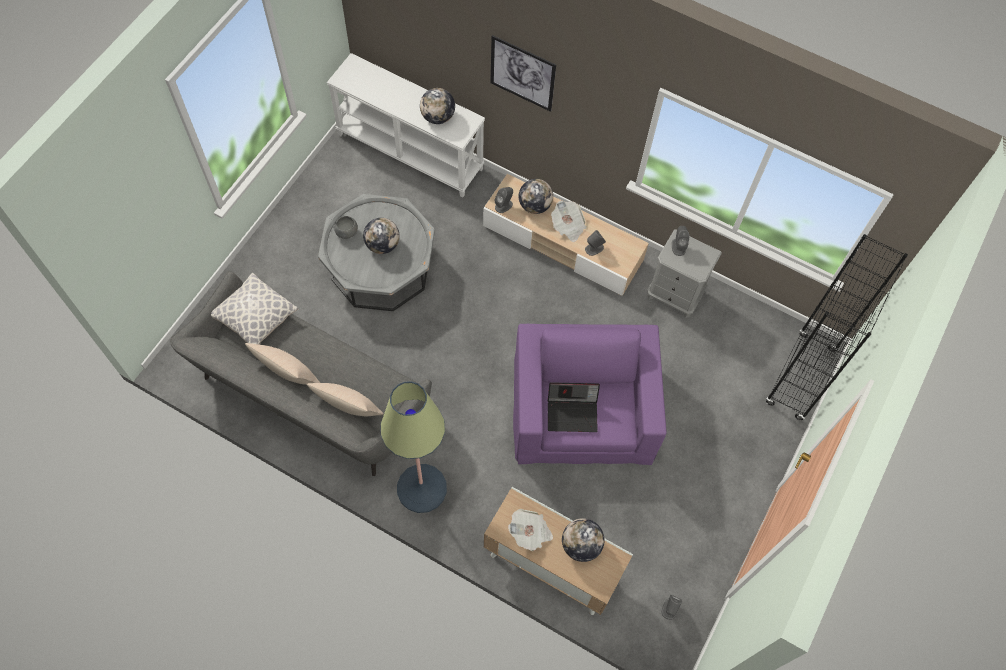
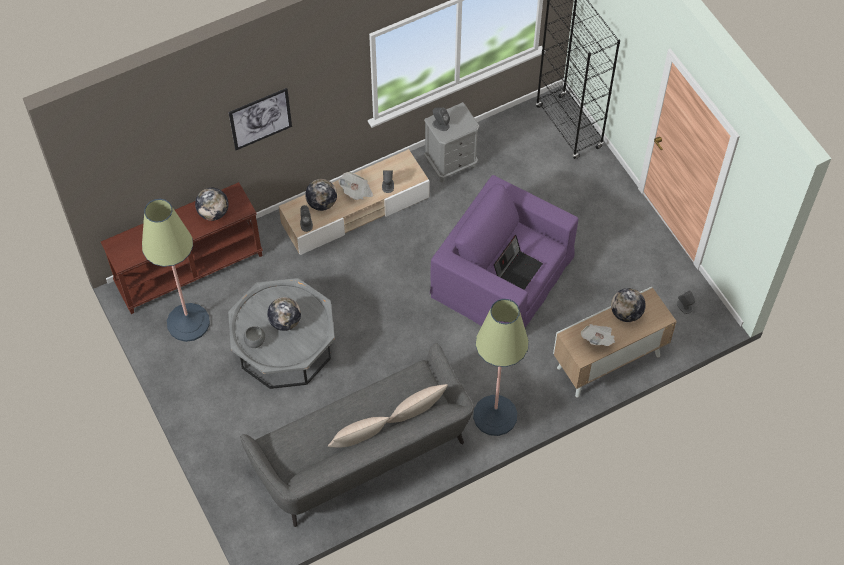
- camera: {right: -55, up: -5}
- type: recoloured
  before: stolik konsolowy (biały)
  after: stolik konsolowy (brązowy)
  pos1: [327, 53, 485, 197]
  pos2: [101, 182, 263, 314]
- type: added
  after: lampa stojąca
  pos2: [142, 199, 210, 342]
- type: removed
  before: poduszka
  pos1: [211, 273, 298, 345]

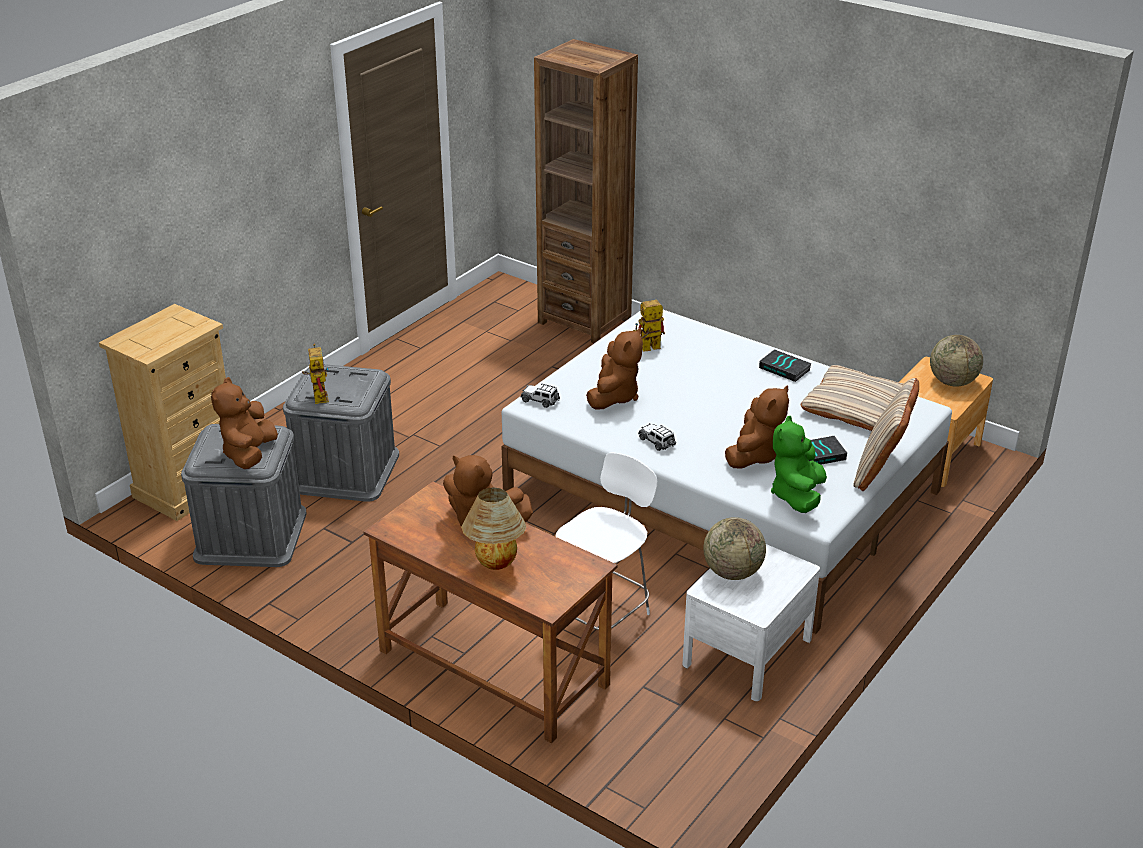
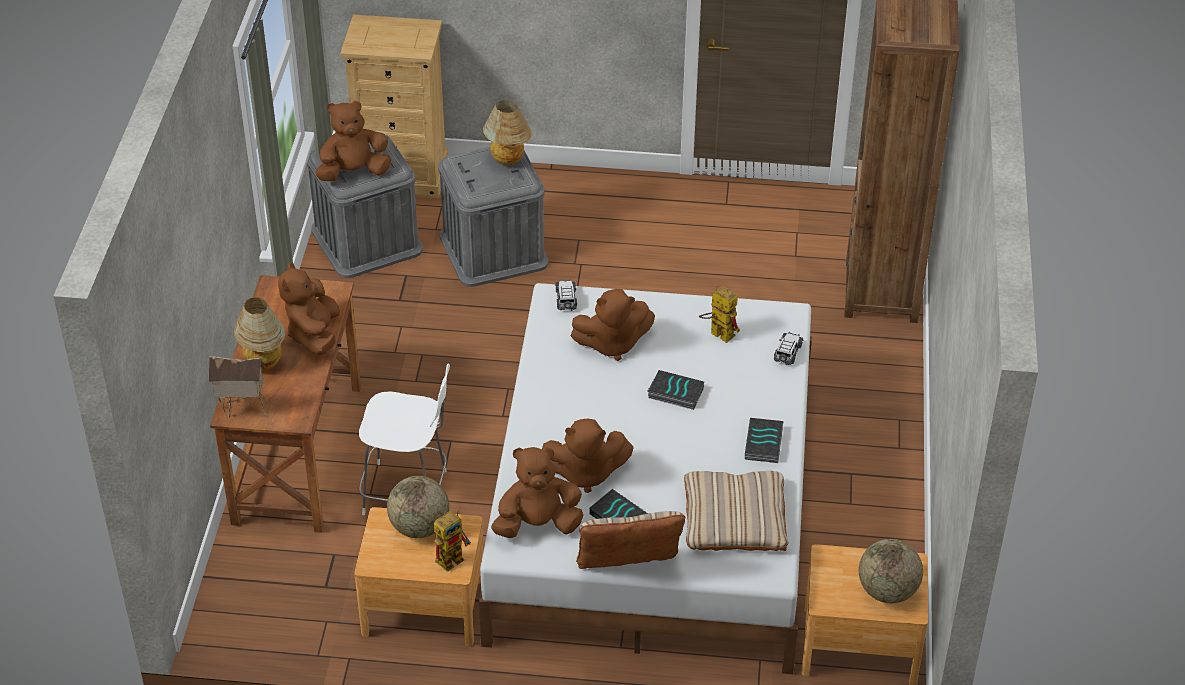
- camera: {right: 60, up: 10}
- type: added
  after: domek
  pos2: [208, 356, 267, 418]
- type: recoloured
  before: szafka nocna (biały)
  after: szafka nocna (brązowy)
  pos1: [682, 544, 820, 701]
  pos2: [354, 507, 484, 646]
- type: moved
  before: robot zabawkowy
  pos1: [302, 344, 329, 404]
  pos2: [434, 510, 471, 572]
- type: added
  after: lampa stołowa
  pos2: [483, 100, 532, 165]
- type: recoloured
  before: pluszak (zielony)
  after: pluszak (brązowy)
  pos1: [771, 416, 827, 513]
  pos2: [491, 447, 584, 538]
- type: added
  after: książka
  pos2: [648, 370, 704, 410]
- type: moved
  before: samochodzik
  pos1: [638, 423, 676, 451]
  pos2: [774, 332, 803, 365]

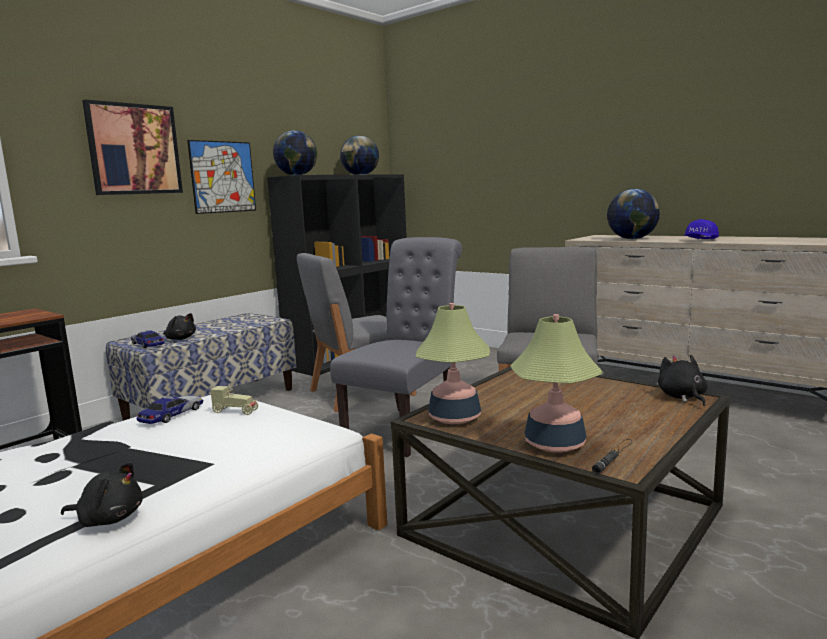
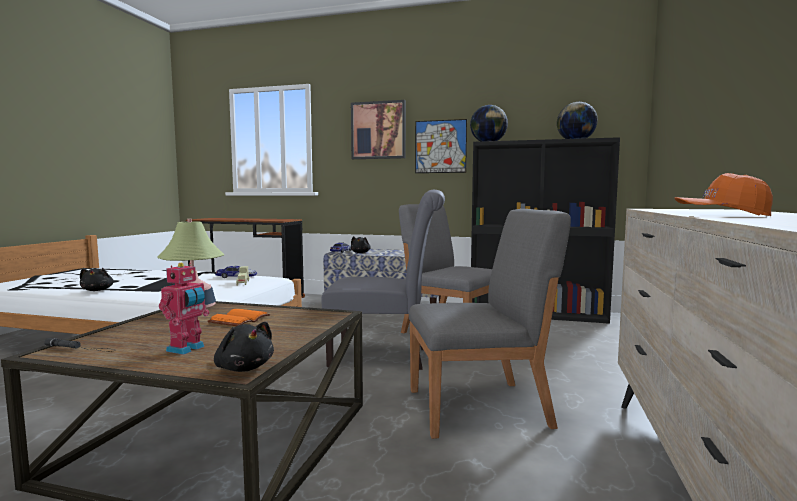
- camera: {right: 65, up: -5}
- type: added
  after: robot zabawkowy
  pos2: [159, 263, 209, 355]
- type: added
  after: książka (pomarańczowy)
  pos2: [207, 309, 270, 326]
- type: turned
  before: pluszak (czarny)
  pos1: [658, 355, 708, 406]
  pos2: [214, 322, 274, 372]
  turn: 75
- type: recoloured
  before: czapka z daszkiem (niebieski)
  after: czapka z daszkiem (pomarańczowy)
  pos1: [683, 219, 719, 239]
  pos2: [674, 173, 773, 217]
- type: removed
  before: lampa stołowa
  pos1: [510, 314, 604, 453]
- type: removed
  before: globus
  pos1: [607, 189, 660, 239]

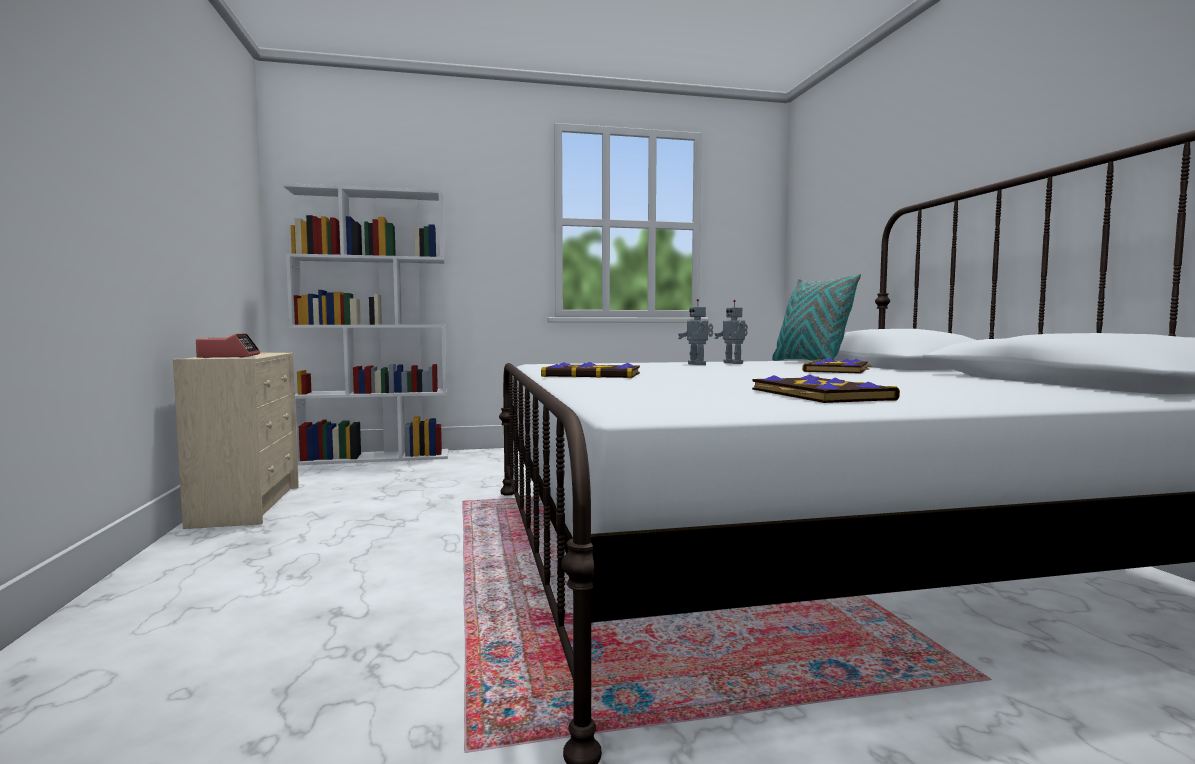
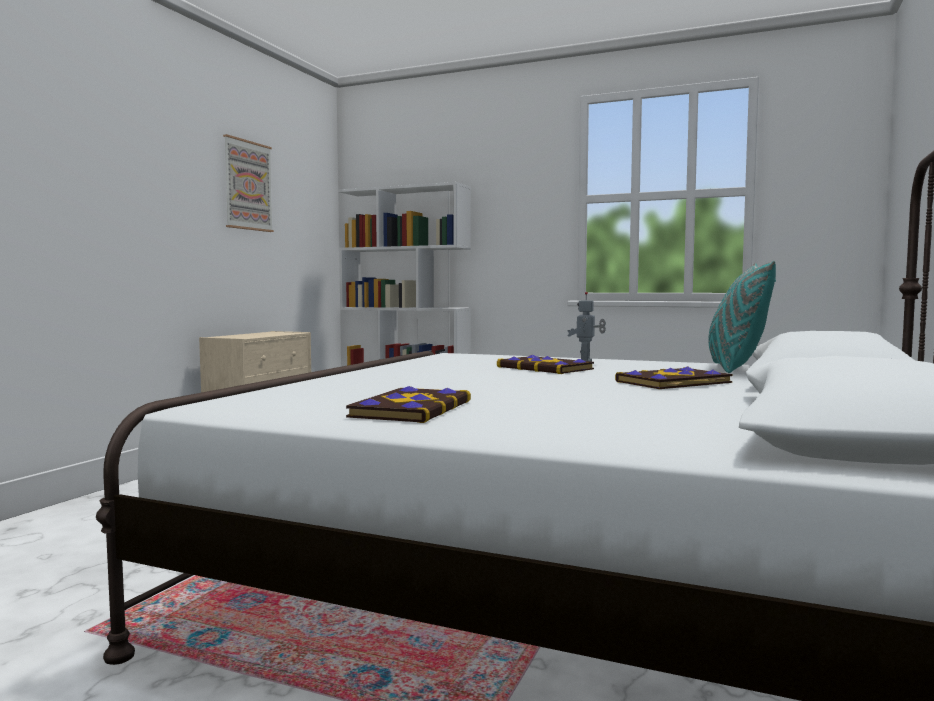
- camera: {right: 35, up: 0}
- type: added
  after: obraz
  pos2: [223, 134, 274, 232]
- type: moved
  before: książka
  pos1: [541, 362, 640, 378]
  pos2: [497, 355, 594, 374]
- type: removed
  before: budzik
  pos1: [196, 333, 260, 358]
- type: removed
  before: robot zabawkowy
  pos1: [714, 300, 748, 364]

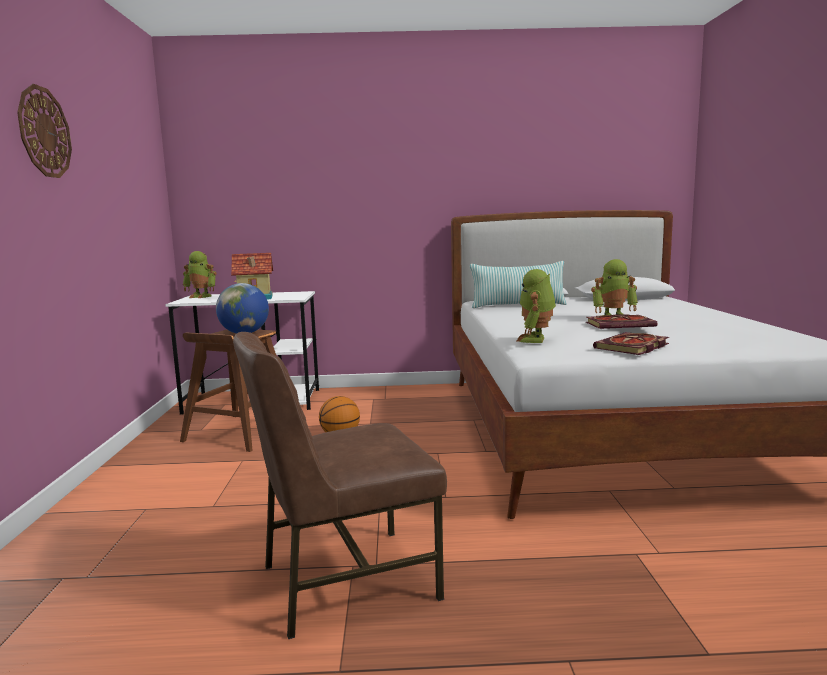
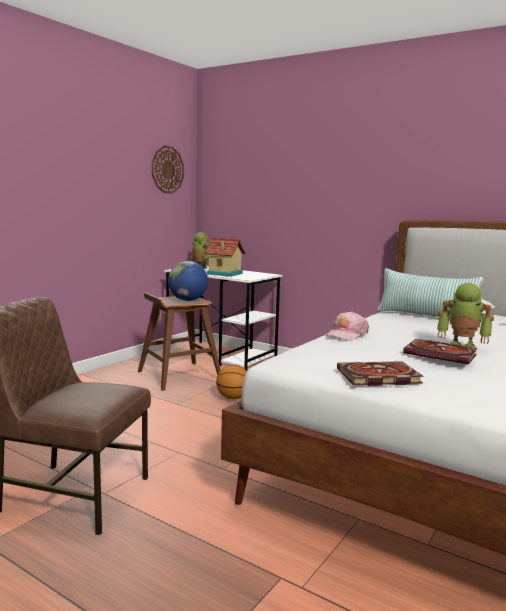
- camera: {right: 35, up: 0}
- type: moved
  before: zegar ścienny
  pos1: [17, 84, 72, 178]
  pos2: [152, 146, 184, 194]
- type: added
  after: czapka z daszkiem (różowy)
  pos2: [325, 311, 369, 340]
- type: removed
  before: robot zabawkowy
  pos1: [517, 269, 556, 343]

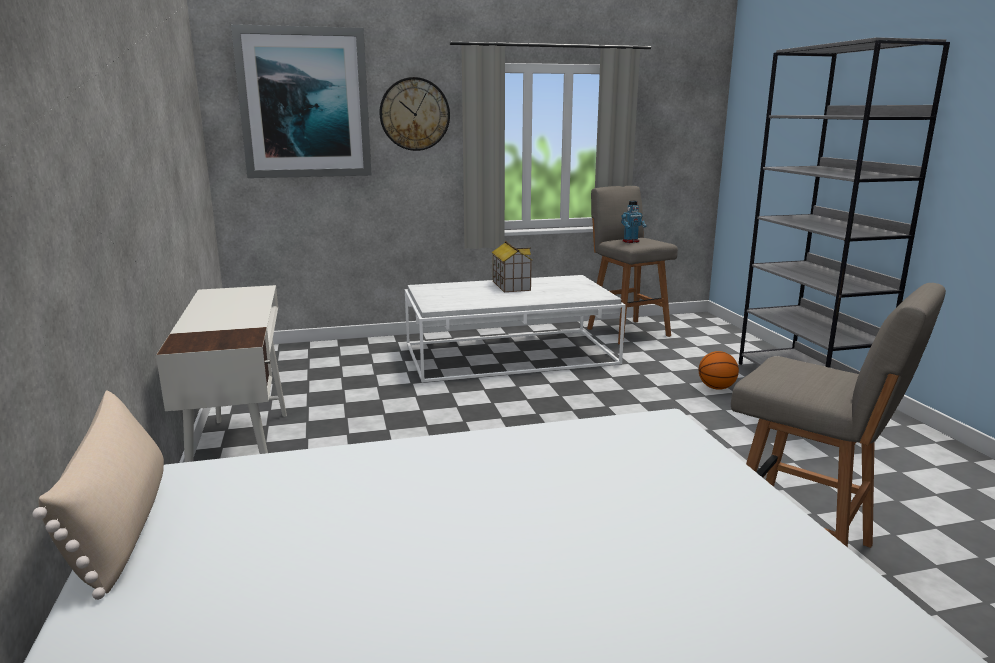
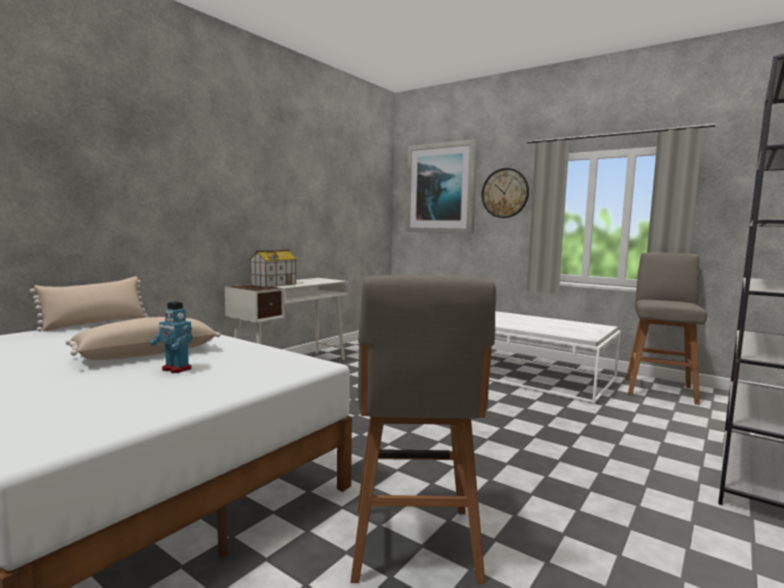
- camera: {right: 50, up: -10}
- type: added
  after: poduszka (beżowy)
  pos2: [66, 317, 220, 360]
- type: moved
  before: robot zabawkowy
  pos1: [621, 201, 647, 243]
  pos2: [150, 301, 192, 373]
- type: moved
  before: domek
  pos1: [492, 241, 533, 292]
  pos2: [249, 250, 297, 288]
- type: removed
  before: piłka do koszykówki
  pos1: [699, 351, 739, 390]

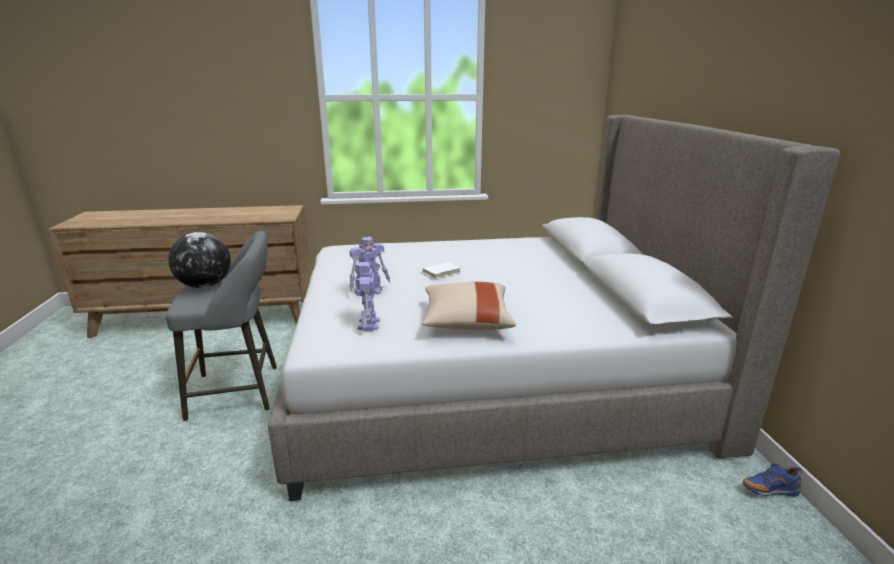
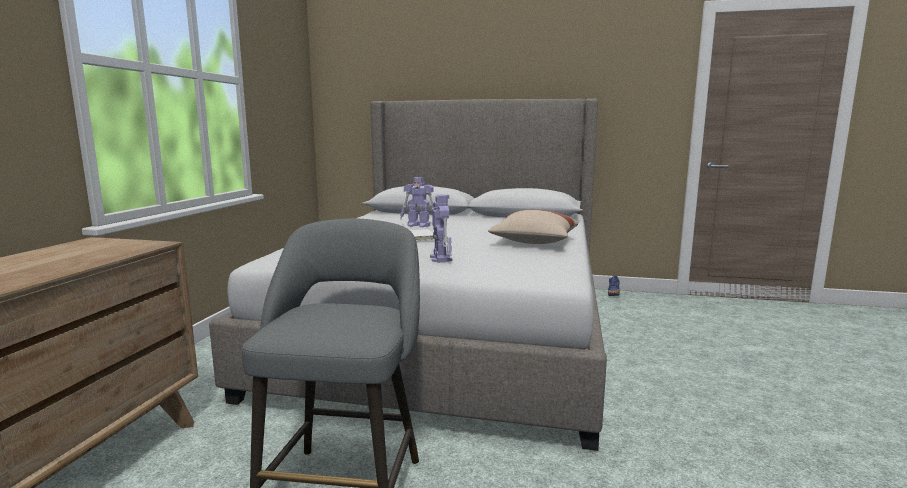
- camera: {right: -70, up: -10}
- type: moved
  before: robot zabawkowy
  pos1: [356, 262, 380, 332]
  pos2: [400, 177, 434, 227]
- type: removed
  before: globus
  pos1: [168, 232, 231, 288]

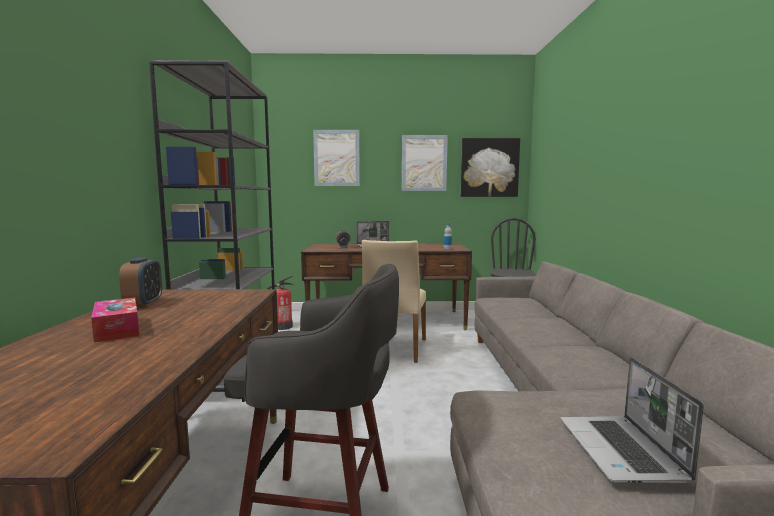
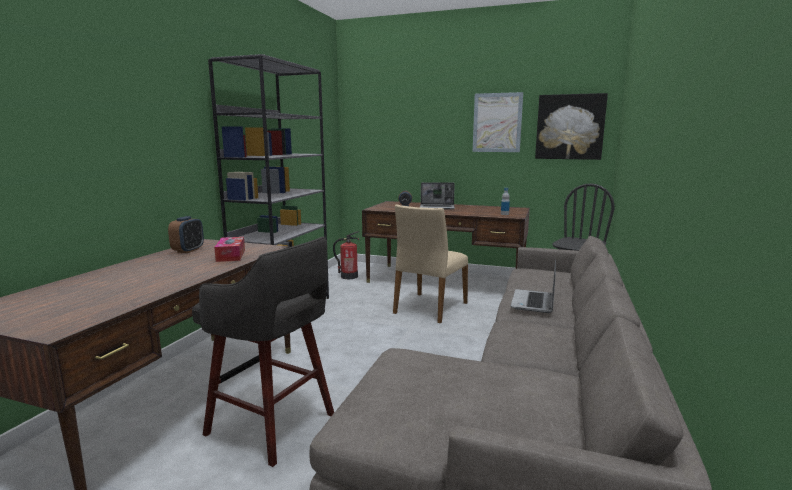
- camera: {right: 20, up: 5}
- type: moved
  before: pudełko chusteczek
  pos1: [91, 298, 139, 343]
  pos2: [214, 237, 245, 262]
- type: moved
  before: laptop
  pos1: [561, 357, 704, 483]
  pos2: [511, 260, 556, 313]
- type: removed
  before: obraz
  pos1: [313, 130, 360, 186]

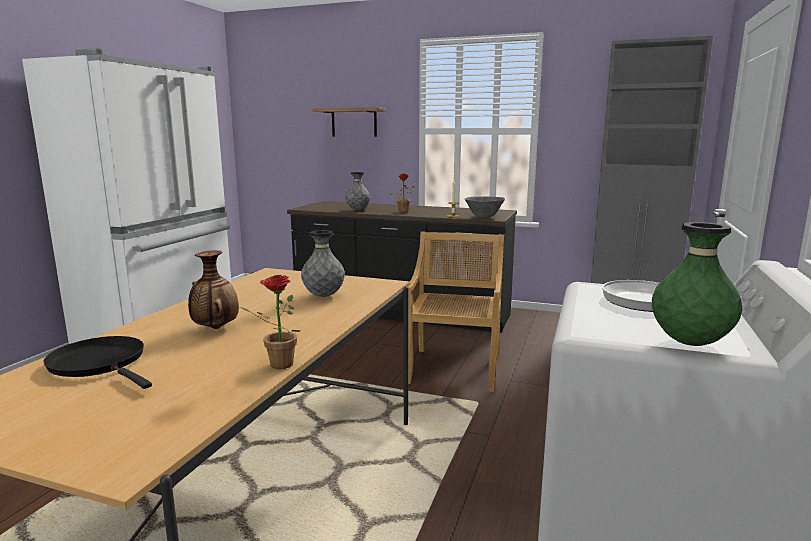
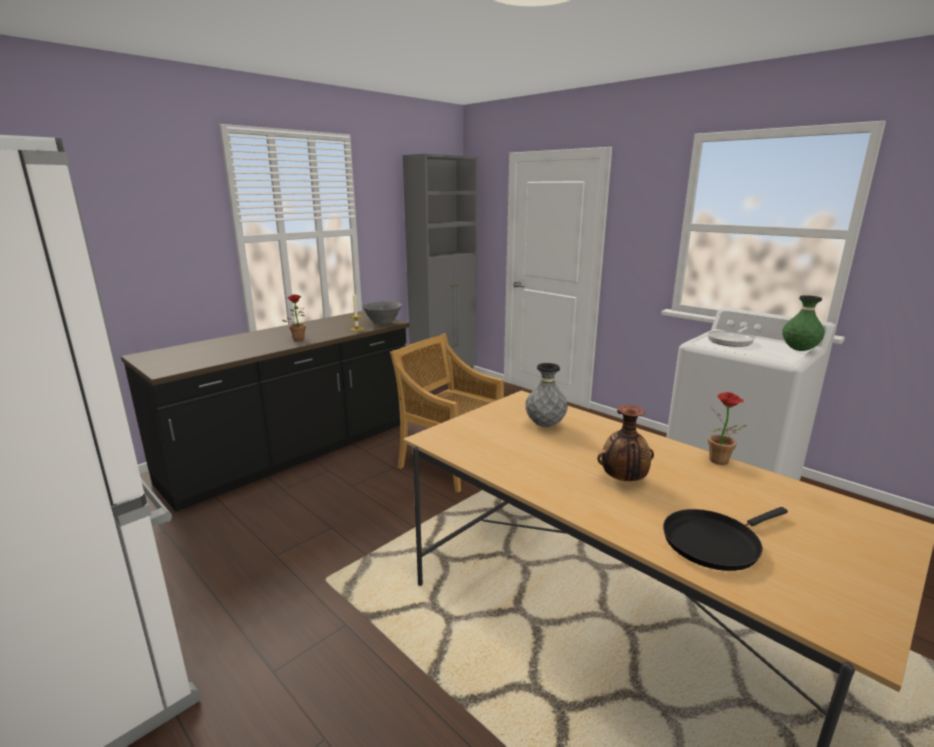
- camera: {right: -65, up: 5}
- type: removed
  before: półka
  pos1: [312, 107, 386, 137]
- type: removed
  before: wazon (szary)
  pos1: [346, 172, 370, 210]

